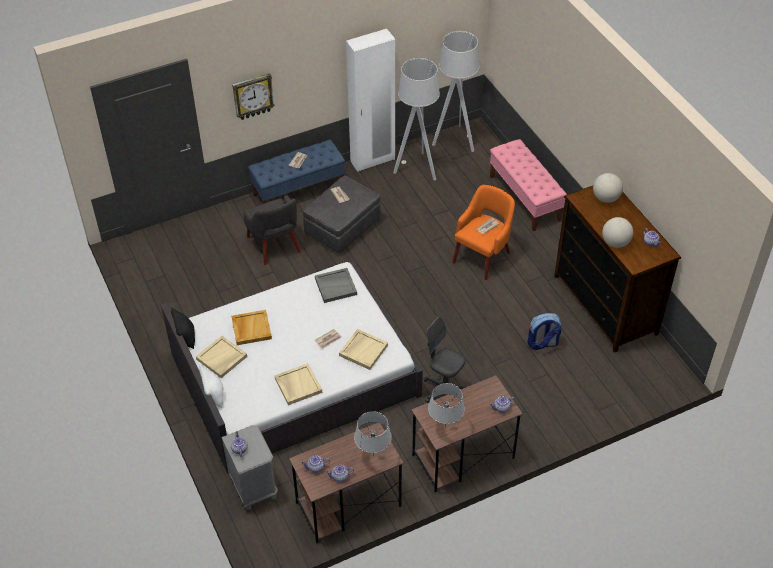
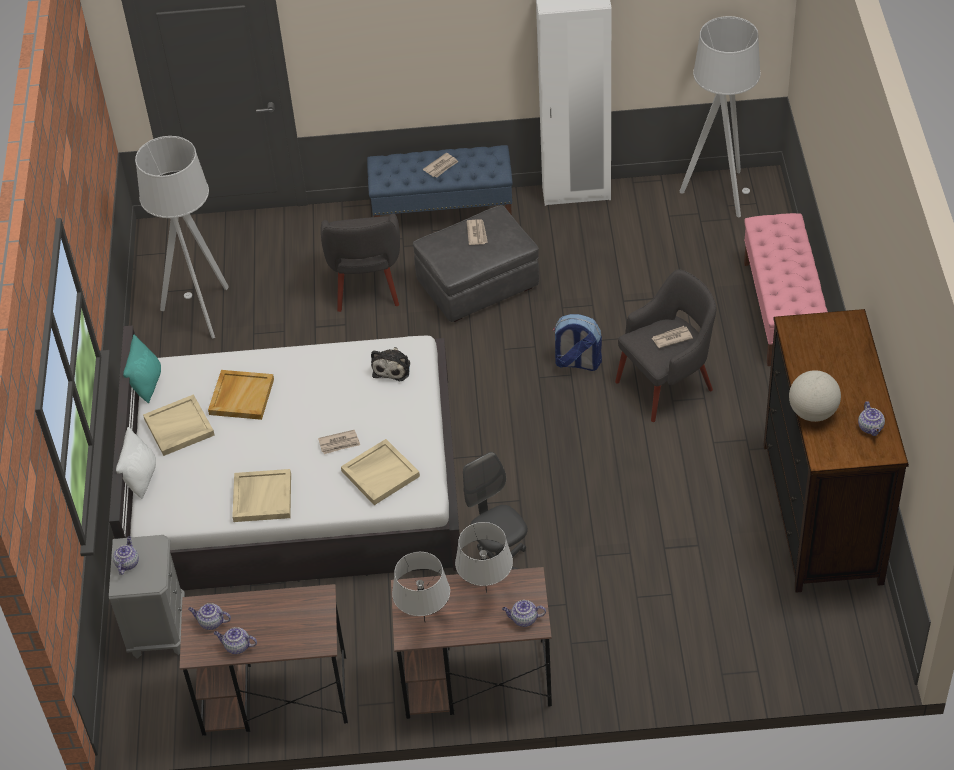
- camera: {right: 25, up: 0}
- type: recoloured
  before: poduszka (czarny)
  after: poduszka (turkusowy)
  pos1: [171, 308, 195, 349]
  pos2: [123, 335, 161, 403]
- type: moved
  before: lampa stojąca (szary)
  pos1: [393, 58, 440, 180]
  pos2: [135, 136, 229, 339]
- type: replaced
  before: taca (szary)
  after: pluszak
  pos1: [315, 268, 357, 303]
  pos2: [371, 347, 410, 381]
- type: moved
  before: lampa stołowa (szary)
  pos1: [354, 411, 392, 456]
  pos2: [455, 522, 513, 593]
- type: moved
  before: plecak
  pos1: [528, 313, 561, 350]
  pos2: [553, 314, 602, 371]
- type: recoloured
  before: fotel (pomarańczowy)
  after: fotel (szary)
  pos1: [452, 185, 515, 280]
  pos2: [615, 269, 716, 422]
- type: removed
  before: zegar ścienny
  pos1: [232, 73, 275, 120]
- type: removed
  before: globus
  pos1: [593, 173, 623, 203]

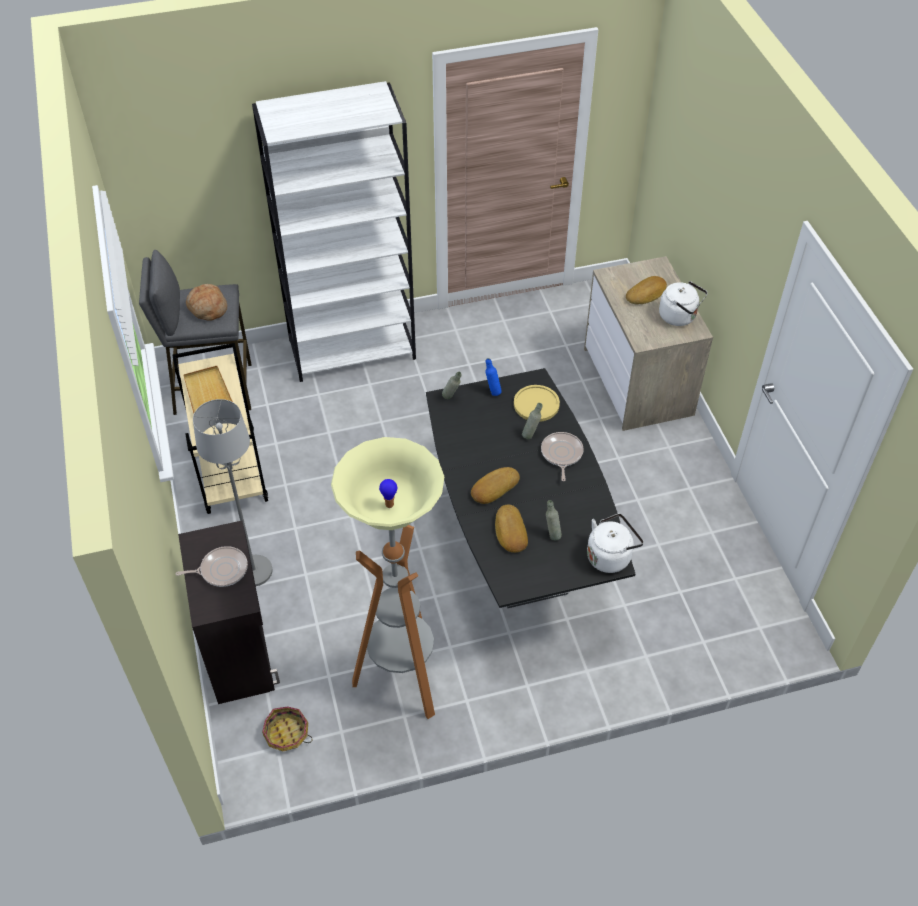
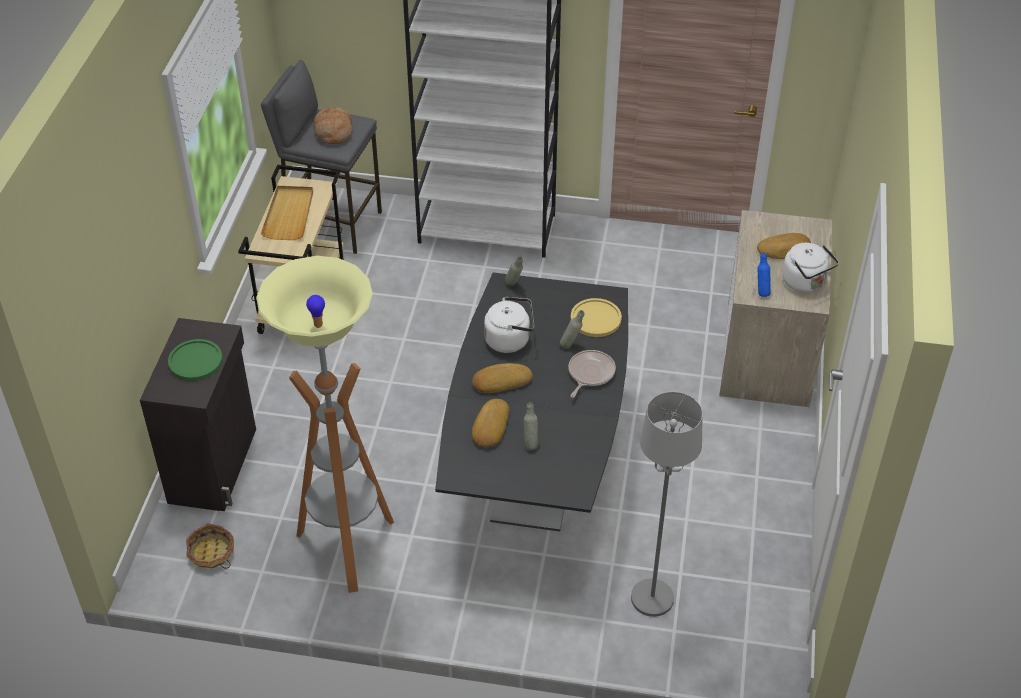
- camera: {right: 25, up: -5}
- type: replaced
  before: patelnia
  after: talerz (zielony)
  pos1: [176, 546, 248, 587]
  pos2: [168, 339, 223, 381]
- type: moved
  before: czajnik (biały)
  pos1: [587, 513, 644, 573]
  pos2: [484, 297, 534, 353]
- type: moved
  before: lampa stojąca (szary)
  pos1: [193, 399, 272, 586]
  pos2: [631, 392, 703, 617]
- type: moved
  before: butelka (niebieski)
  pos1: [485, 358, 502, 396]
  pos2: [758, 253, 771, 297]

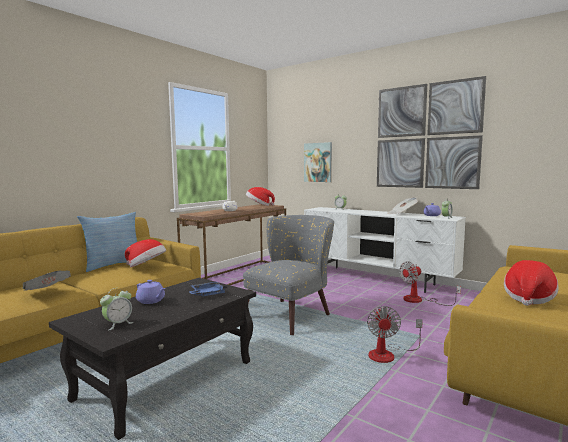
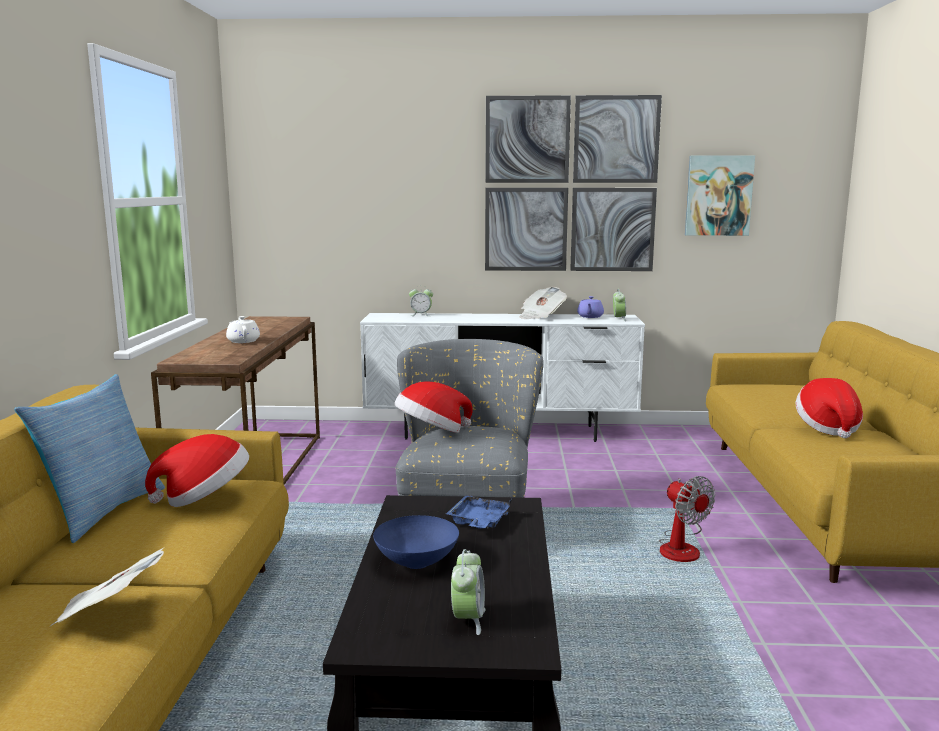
- camera: {right: -35, up: 5}
- type: replaced
  before: imbryk (fioletowy)
  after: miska (niebieski)
  pos1: [136, 280, 165, 304]
  pos2: [373, 515, 459, 569]
- type: moved
  before: kapelusz
  pos1: [246, 187, 275, 206]
  pos2: [394, 381, 473, 433]
- type: moved
  before: obraz
  pos1: [304, 142, 332, 182]
  pos2: [685, 155, 755, 236]
- type: removed
  before: wentylator
  pos1: [399, 261, 461, 306]

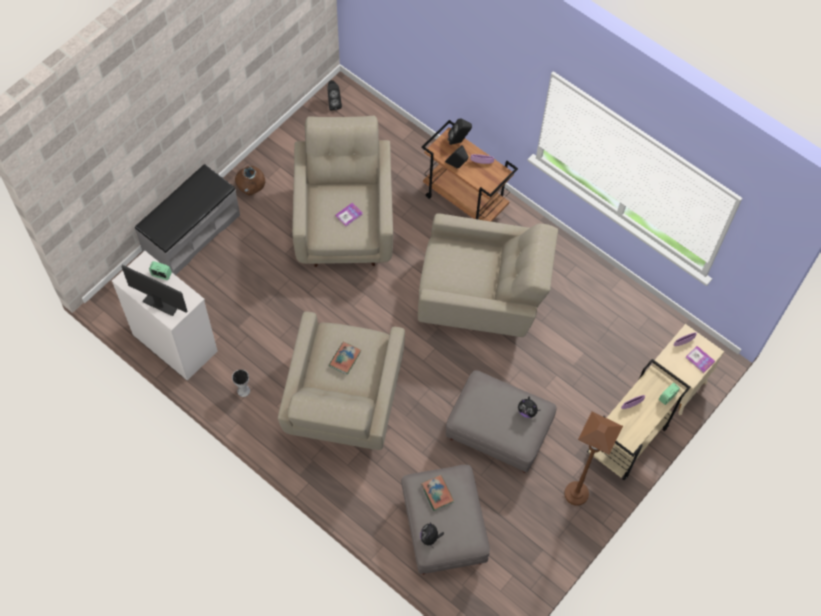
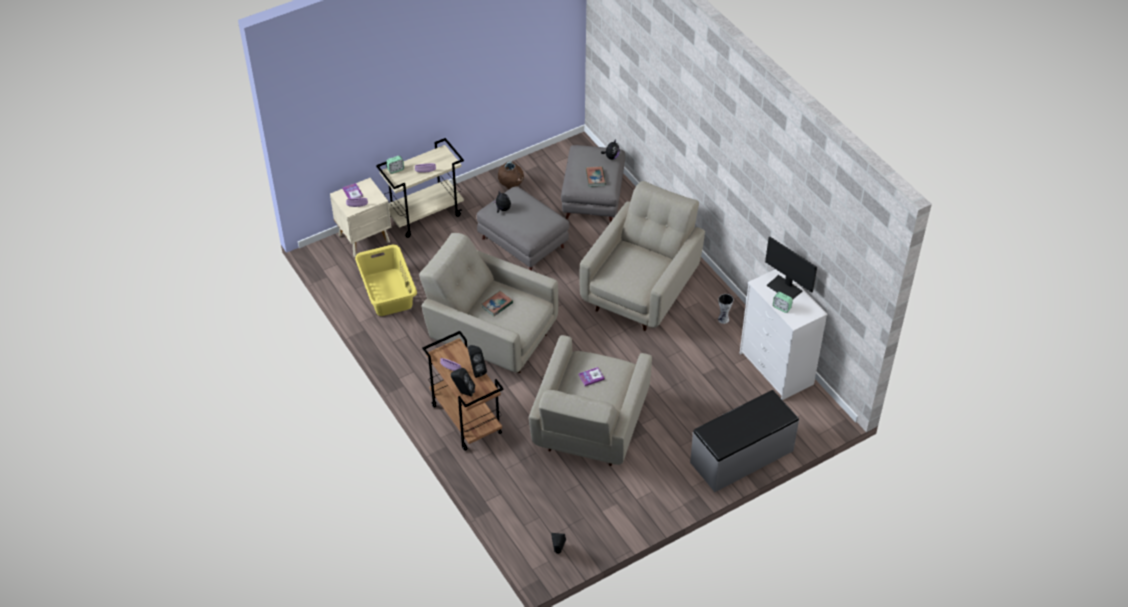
- camera: {right: -160, up: -15}
- type: added
  after: kosz na pranie (żółty)
  pos2: [355, 245, 417, 316]
- type: moved
  before: książka
  pos1: [329, 342, 361, 375]
  pos2: [482, 291, 513, 316]
- type: moved
  before: wazon (brązowy)
  pos1: [235, 166, 265, 195]
  pos2: [498, 161, 524, 189]
- type: removed
  before: lampa stojąca (brązowy)
  pos1: [564, 412, 623, 506]

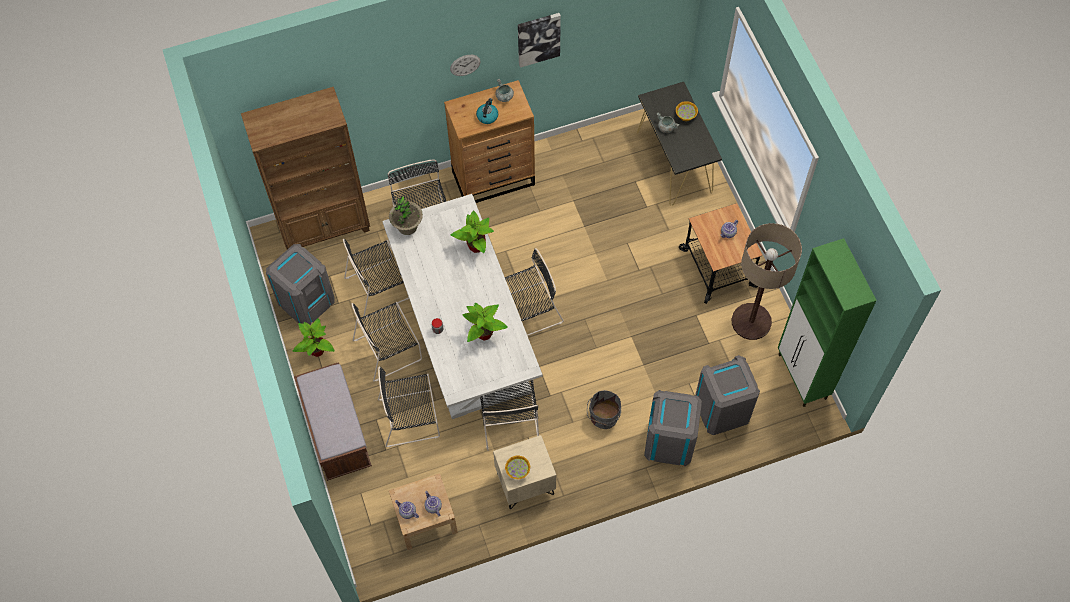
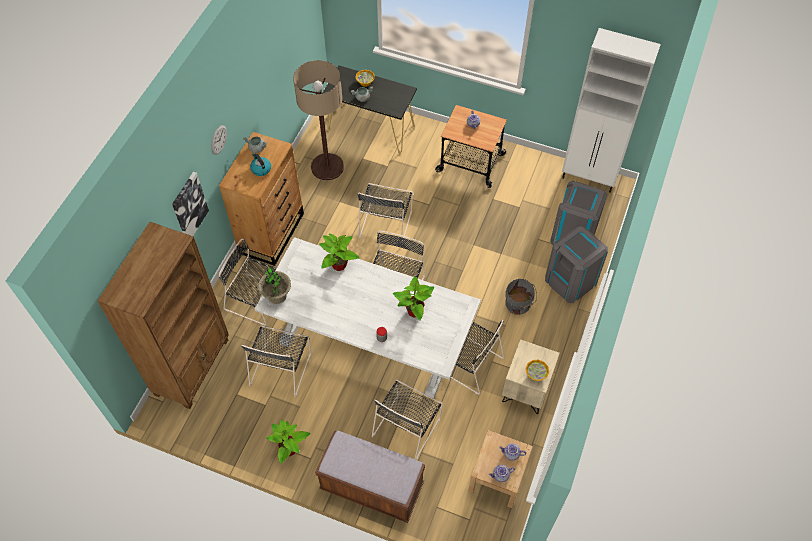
- camera: {right: -50, up: -5}
- type: moved
  before: obraz
  pos1: [518, 13, 561, 68]
  pos2: [172, 172, 209, 236]
- type: moved
  before: lampa stojąca
  pos1: [732, 223, 802, 340]
  pos2: [293, 60, 344, 181]
- type: moved
  before: krzesło (czarny)
  pos1: [352, 302, 422, 382]
  pos2: [358, 183, 413, 247]
- type: recoloured
  before: szafka (zielony)
  after: szafka (biały)
  pos1: [778, 238, 877, 407]
  pos2: [562, 28, 661, 193]
- type: removed
  before: kosz na śmieci (szary)
  pos1: [266, 244, 335, 325]

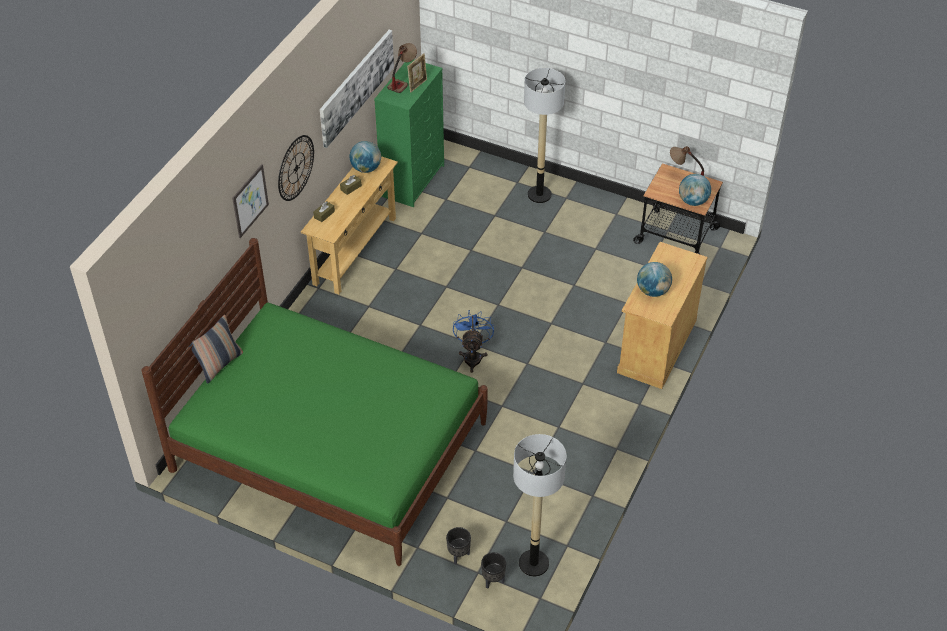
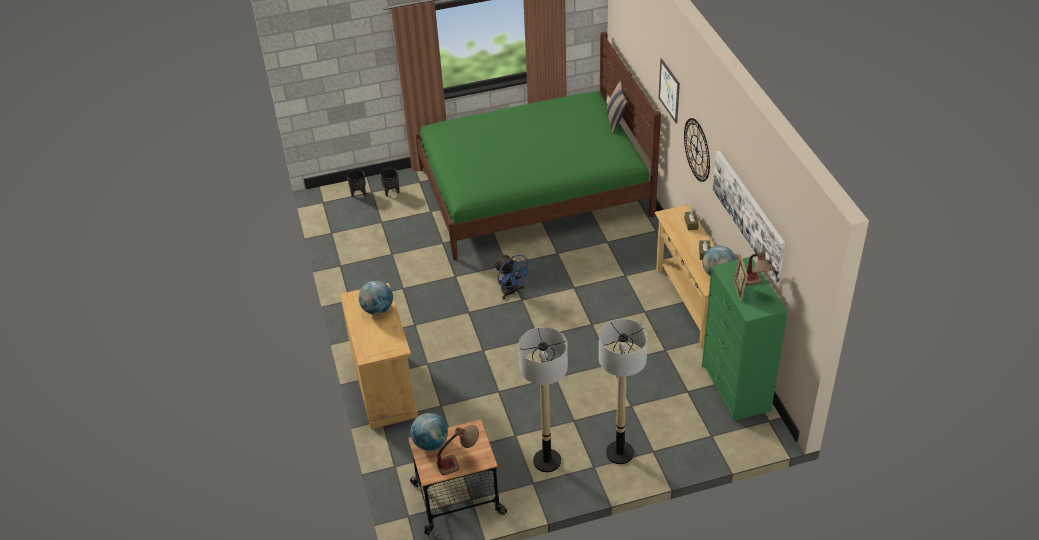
- camera: {right: 140, up: -5}
- type: moved
  before: lampa stojąca
  pos1: [513, 434, 566, 577]
  pos2: [518, 327, 568, 472]

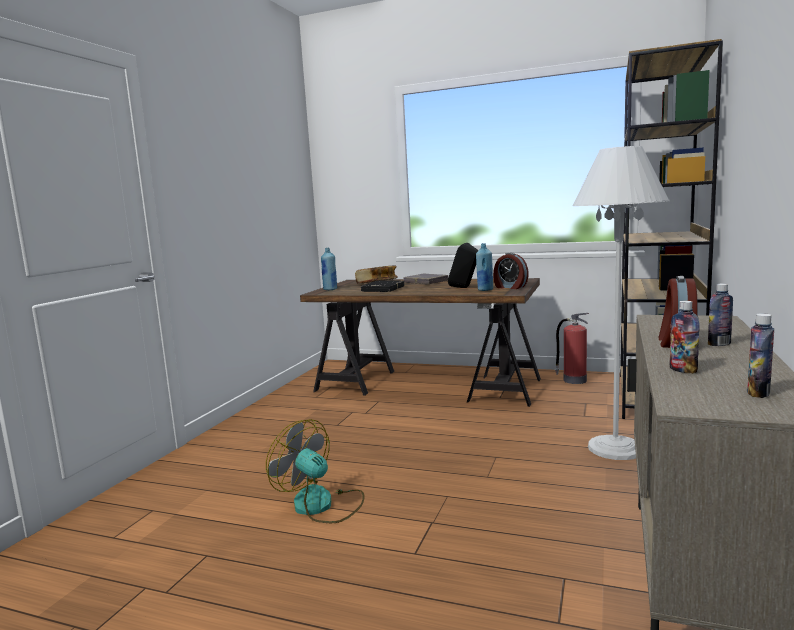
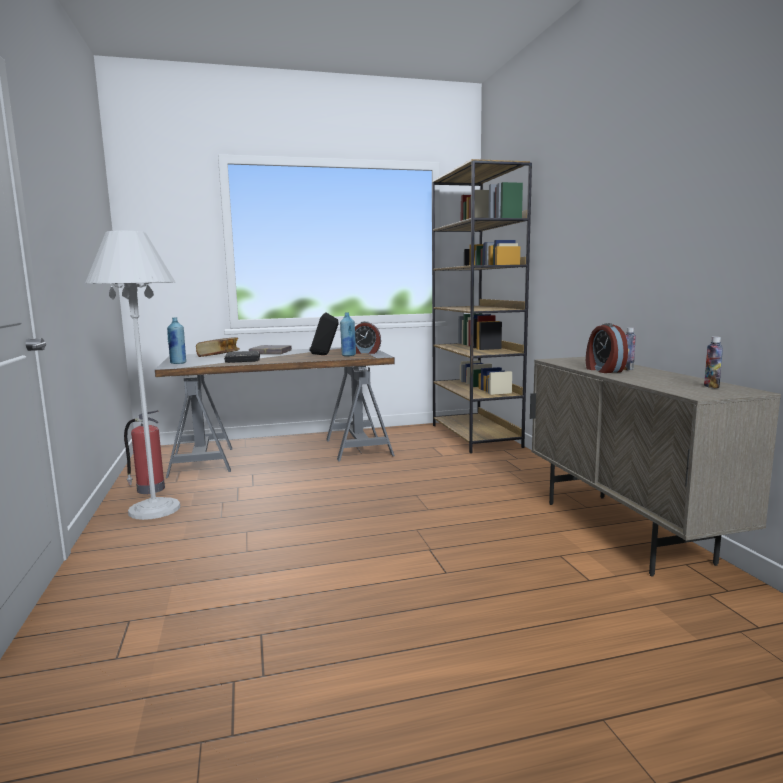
- camera: {right: -35, up: 0}
- type: moved
  before: lampa stojąca (biały)
  pos1: [572, 146, 669, 460]
  pos2: [85, 231, 180, 520]
- type: moved
  before: gaśnica
  pos1: [555, 313, 589, 384]
  pos2: [124, 410, 165, 494]
- type: recoloured
  before: biurko (brązowy)
  after: biurko (szary)
  pos1: [300, 278, 541, 407]
  pos2: [155, 347, 395, 478]
- type: removed
  before: wentylator
  pos1: [266, 419, 365, 523]
- type: removed
  before: butelka
  pos1: [670, 301, 700, 374]

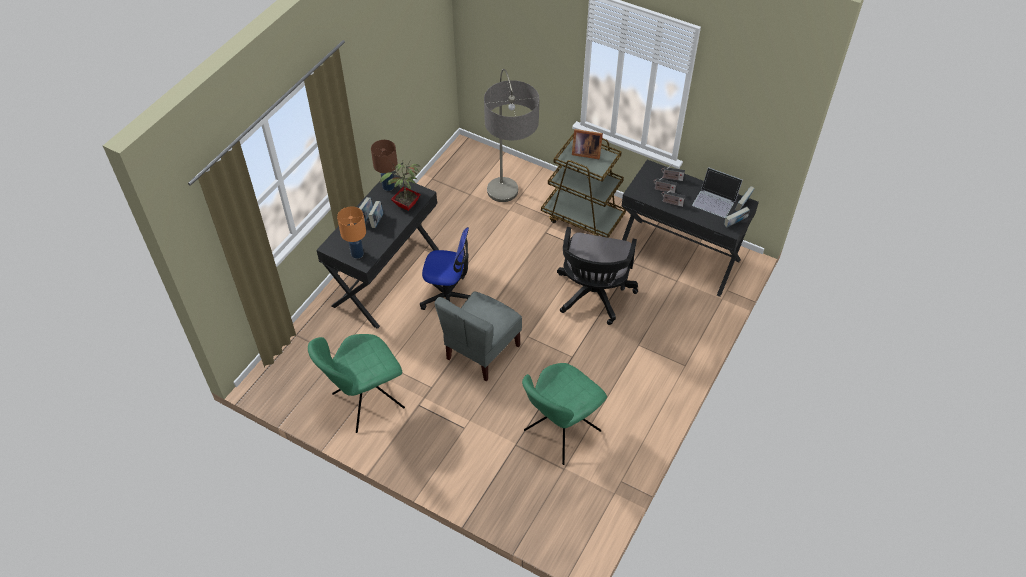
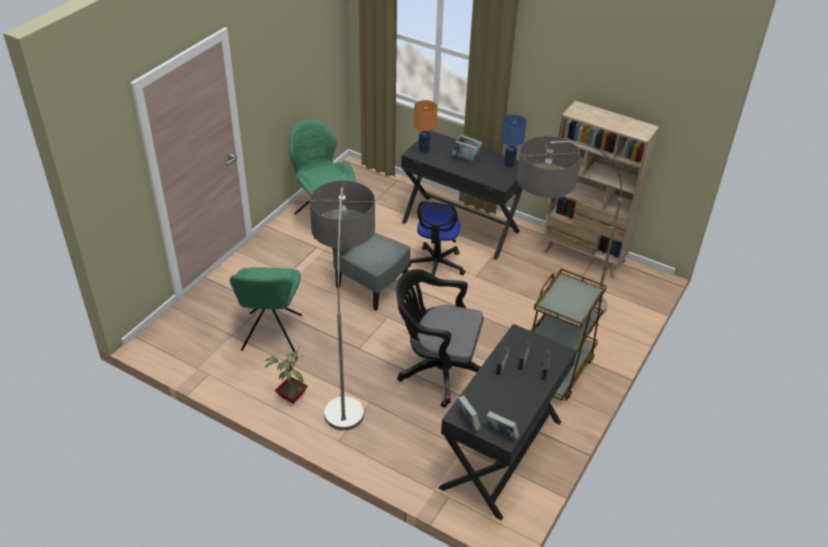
- camera: {right: 90, up: -10}
- type: turned
  before: krzesło (zielony)
  pos1: [522, 363, 607, 465]
  pos2: [230, 267, 302, 352]
  turn: -135
- type: moved
  before: roślina doniczkowa
  pos1: [380, 160, 421, 211]
  pos2: [265, 346, 308, 404]
- type: added
  after: lampa stojąca
  pos2: [310, 180, 375, 430]
- type: recoloured
  before: lampa stołowa (brązowy)
  after: lampa stołowa (niebieski)
  pos1: [371, 140, 398, 191]
  pos2: [501, 114, 527, 168]
- type: added
  after: regał (beżowy)
  pos2: [543, 101, 659, 279]
- type: removed
  before: ramka na zdjęcie
  pos1: [572, 129, 603, 159]
- type: removed
  before: laptop
  pos1: [692, 167, 743, 218]

